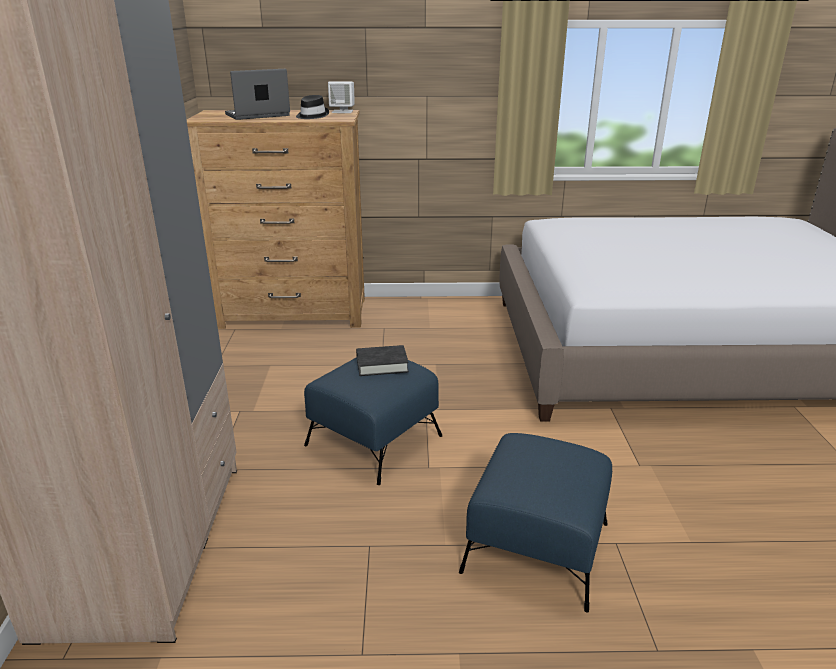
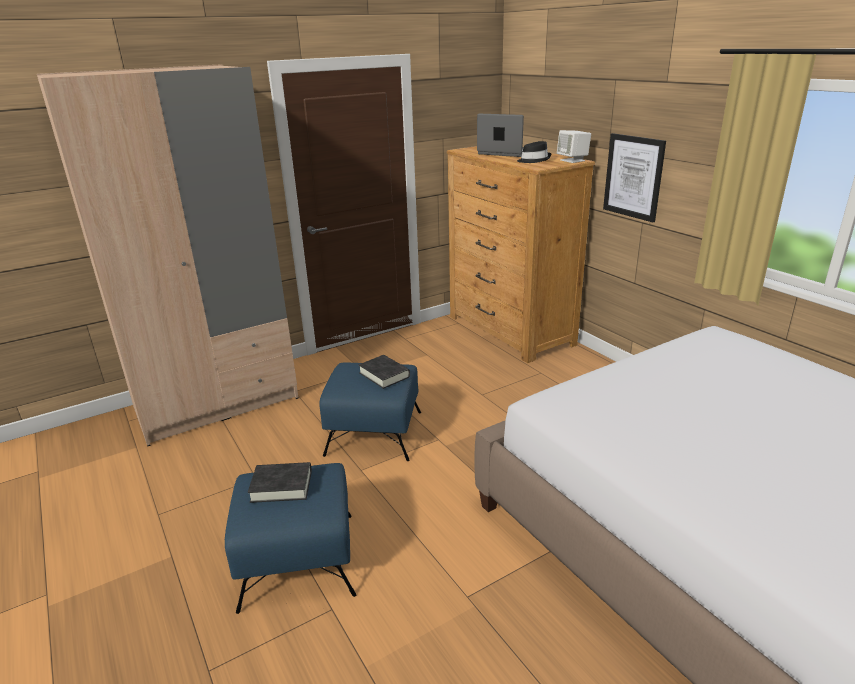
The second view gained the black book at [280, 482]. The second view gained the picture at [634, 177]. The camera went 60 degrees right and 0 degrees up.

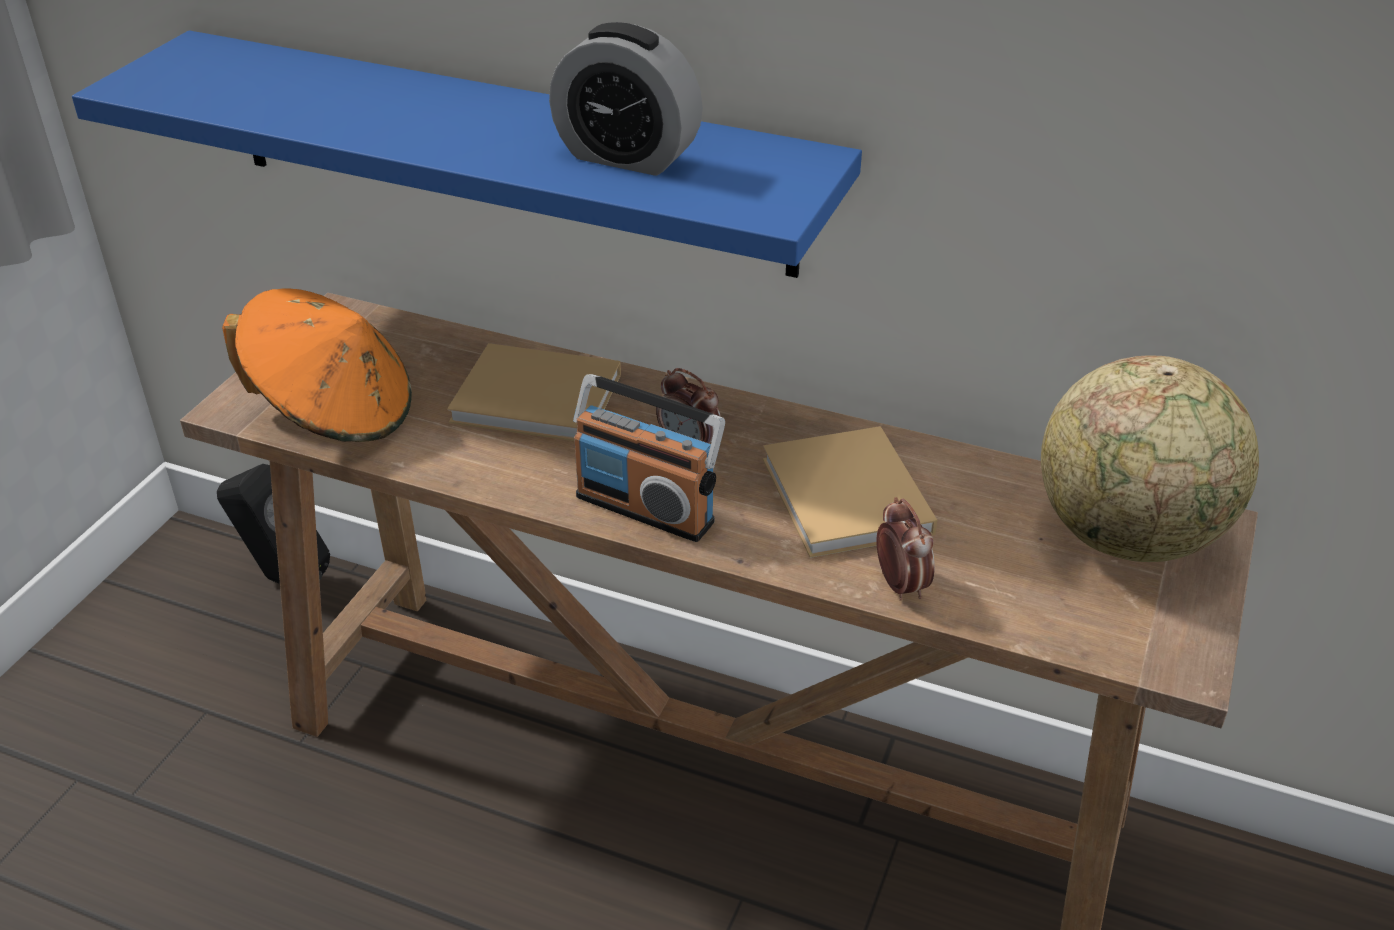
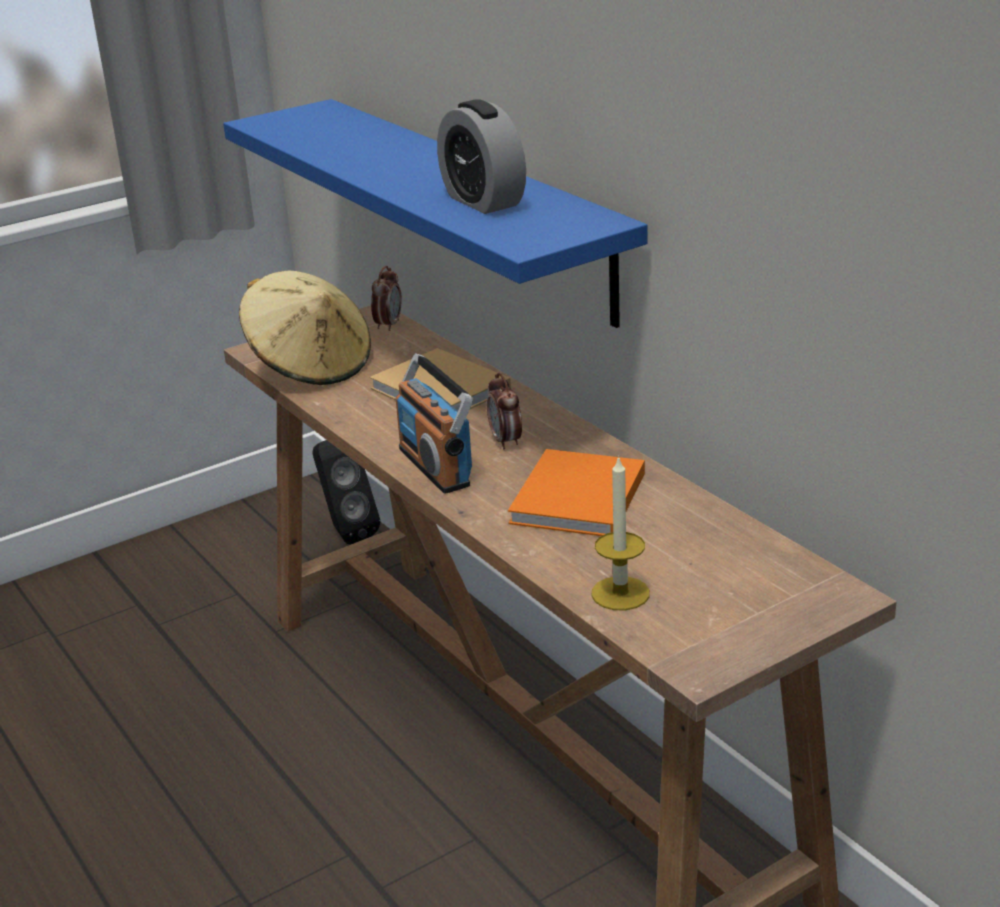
What was the orange hat at [317, 365] turned into the beige hat at [305, 328]. What was the beige book at [850, 492] turned into the orange book at [576, 492]. The alarm clock ended up elsewhere, having gone from [905, 549] to [386, 298]. The second view lost the globe at [1150, 458]. The second view gained the candle at [620, 532]. The camera went 35 degrees right and 10 degrees down.

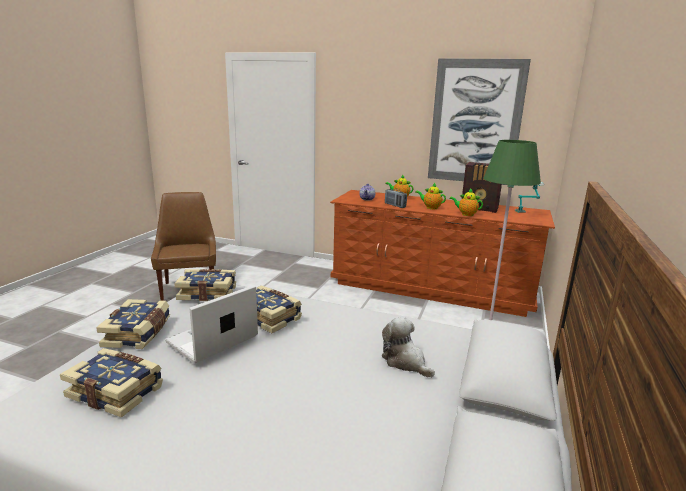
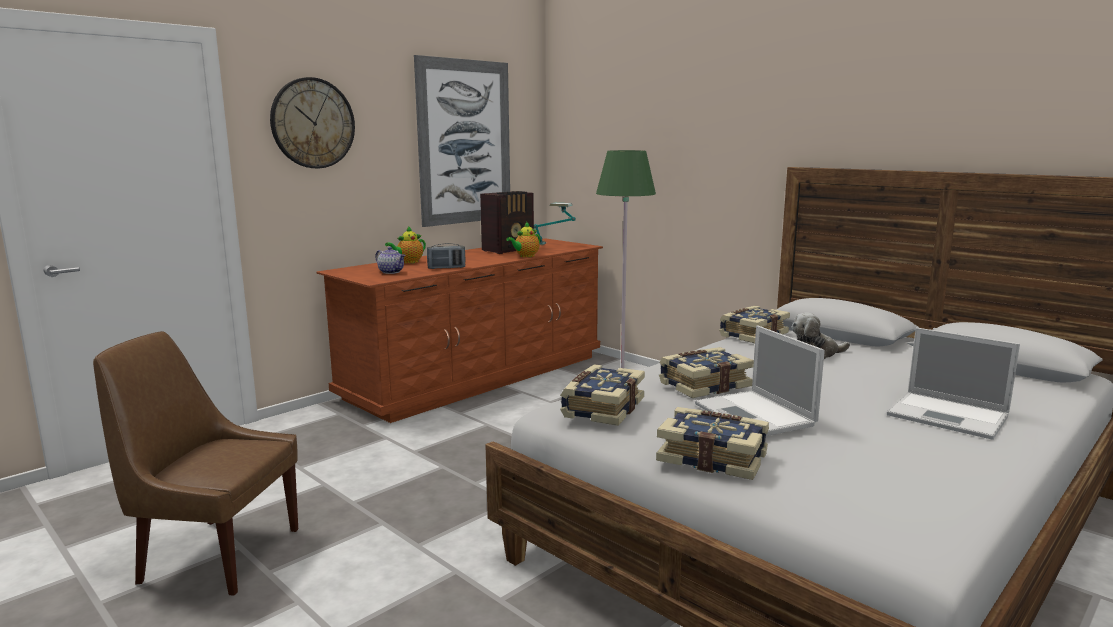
The book ended up elsewhere, having gone from [111, 383] to [754, 324]. The second view lost the teapot at [430, 196]. The second view gained the wall clock at [312, 122]. The second view gained the laptop at [953, 384]. The camera went 65 degrees left and 5 degrees down.

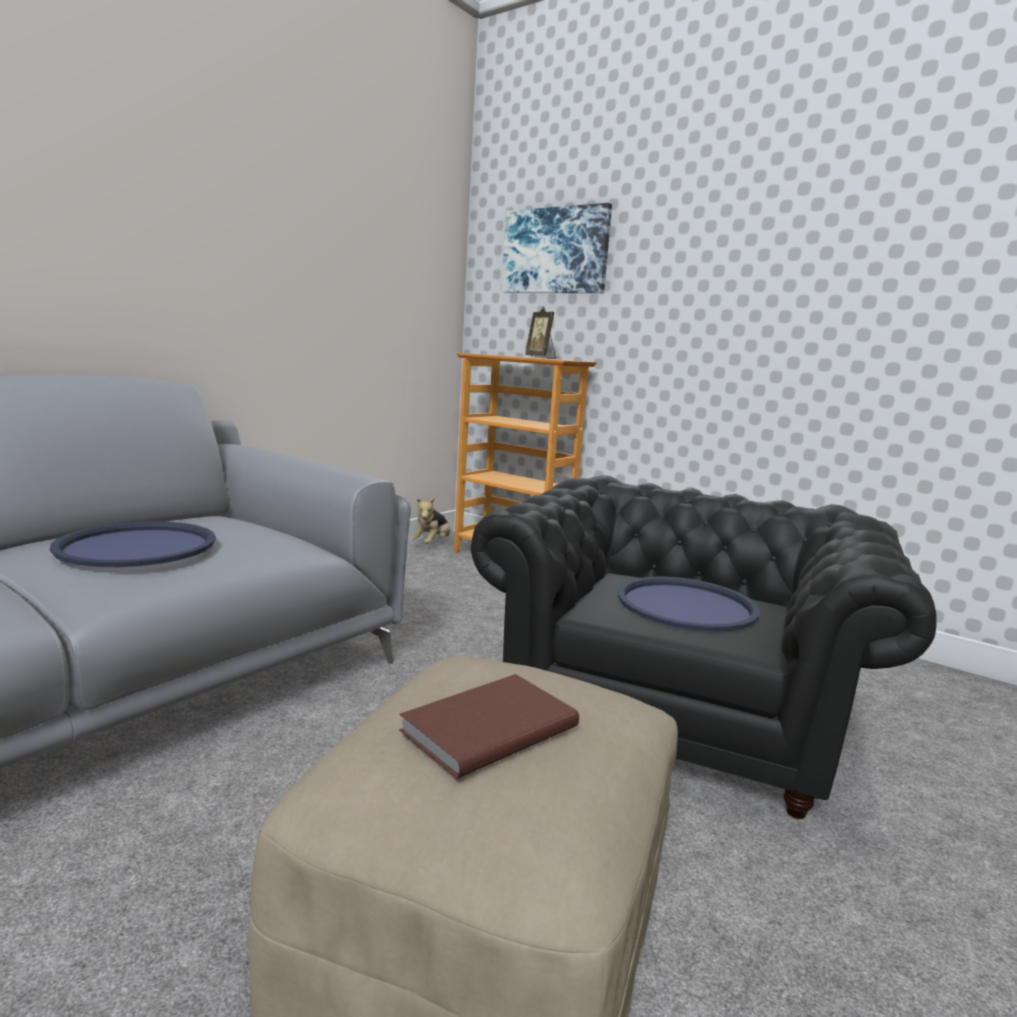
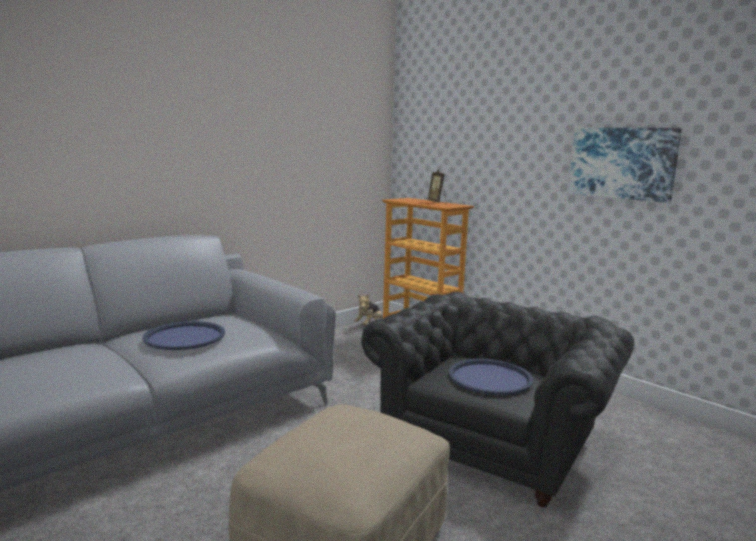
The second view lost the brown book at [489, 726]. The picture ended up elsewhere, having gone from [557, 248] to [625, 165]. The camera went 10 degrees right and 0 degrees up.

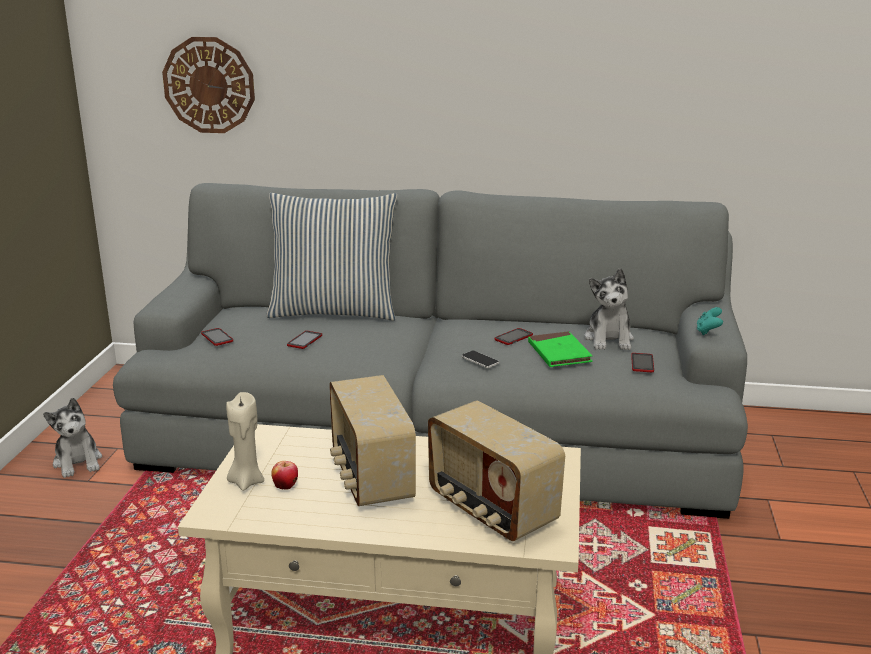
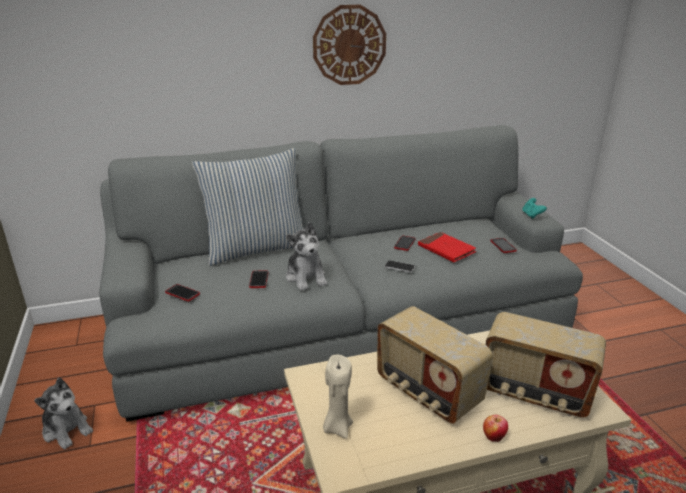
The wall clock ended up elsewhere, having gone from [208, 85] to [349, 45]. The apple ended up elsewhere, having gone from [284, 475] to [495, 428]. What was the green book at [560, 349] turned into the red book at [447, 247]. The plush toy ended up elsewhere, having gone from [609, 309] to [306, 256]. The camera went 25 degrees left and 5 degrees up.

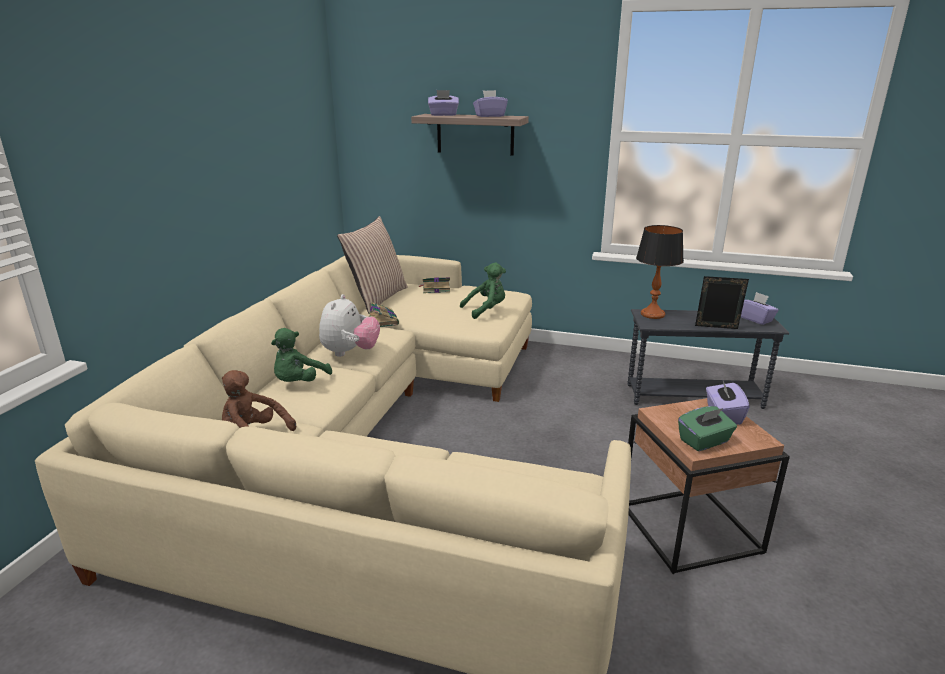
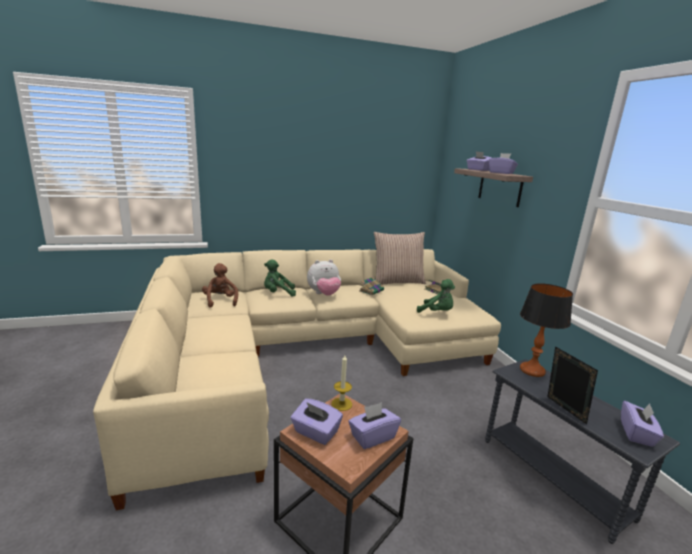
What was the green tissue box at [707, 428] turned into the purple tissue box at [317, 421]. The second view gained the candle at [341, 383]. The camera went 55 degrees right and 5 degrees down.

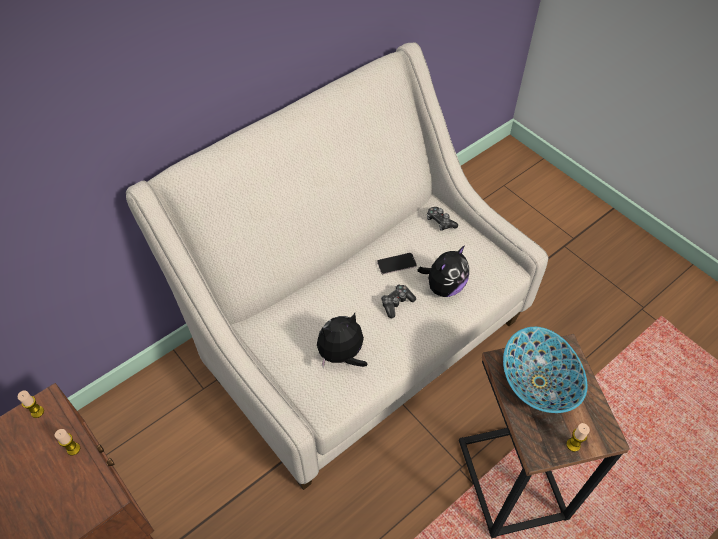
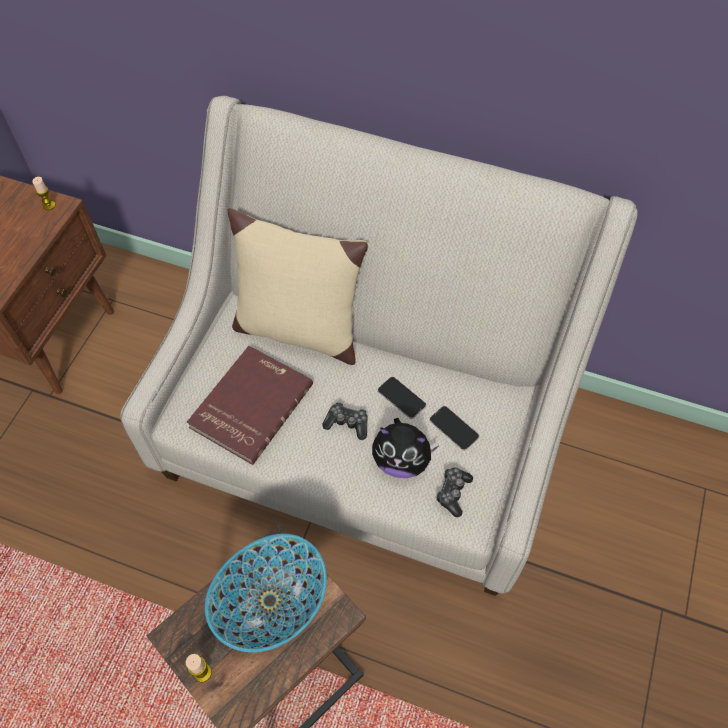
The second view lost the candle at [67, 442]. Where the plush toy stood at [342, 341], the red book came to stand at [250, 405]. The game controller ended up elsewhere, having gone from [442, 219] to [454, 492]. The second view gained the beige pillow at [298, 286]. The second view gained the phone at [454, 428]. The camera went 60 degrees right and 5 degrees up.

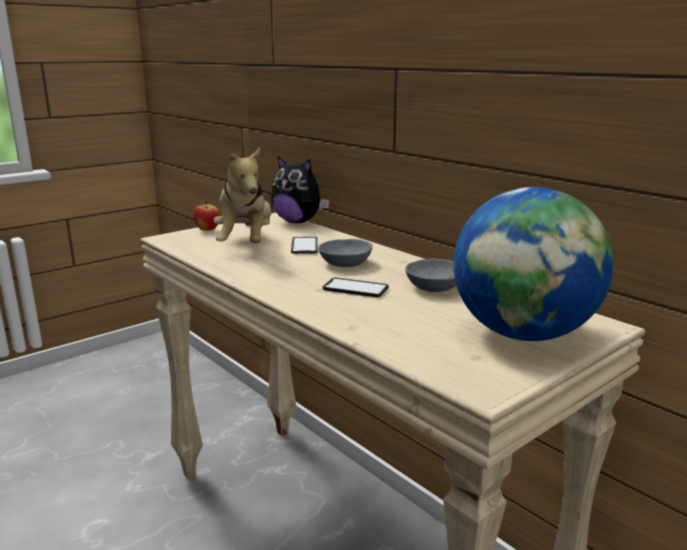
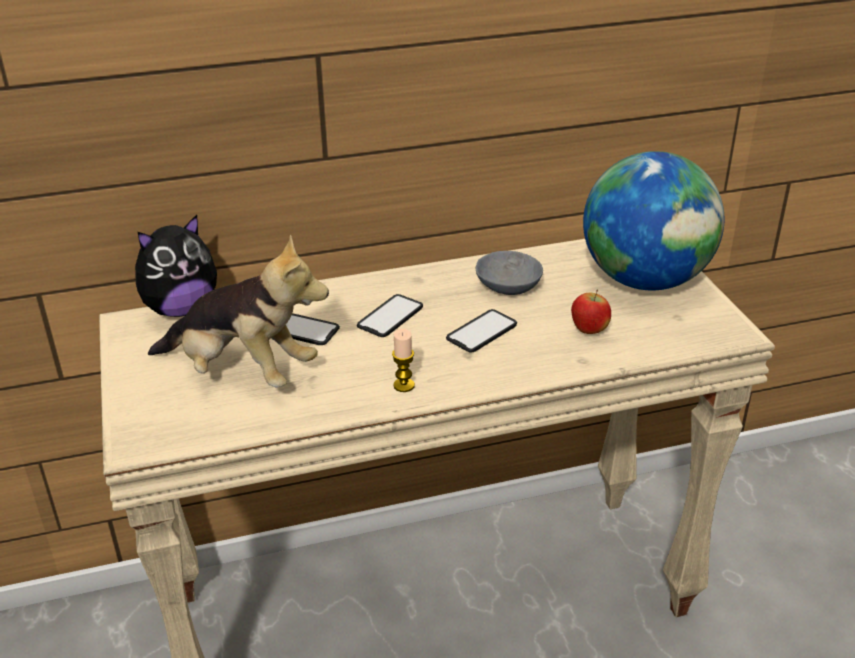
The apple ended up elsewhere, having gone from [206, 216] to [591, 311]. Where the grey bowl stood at [345, 253], the phone came to stand at [390, 315]. The second view gained the candle at [403, 360]. The camera went 65 degrees left and 15 degrees up.

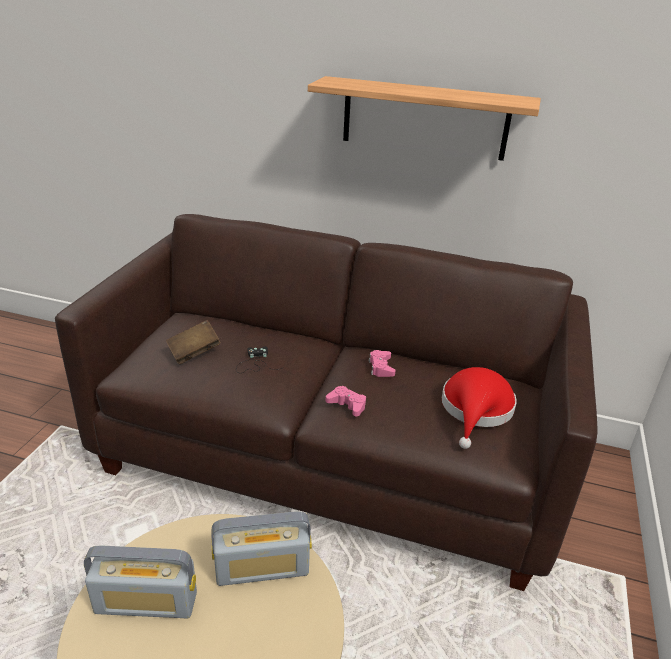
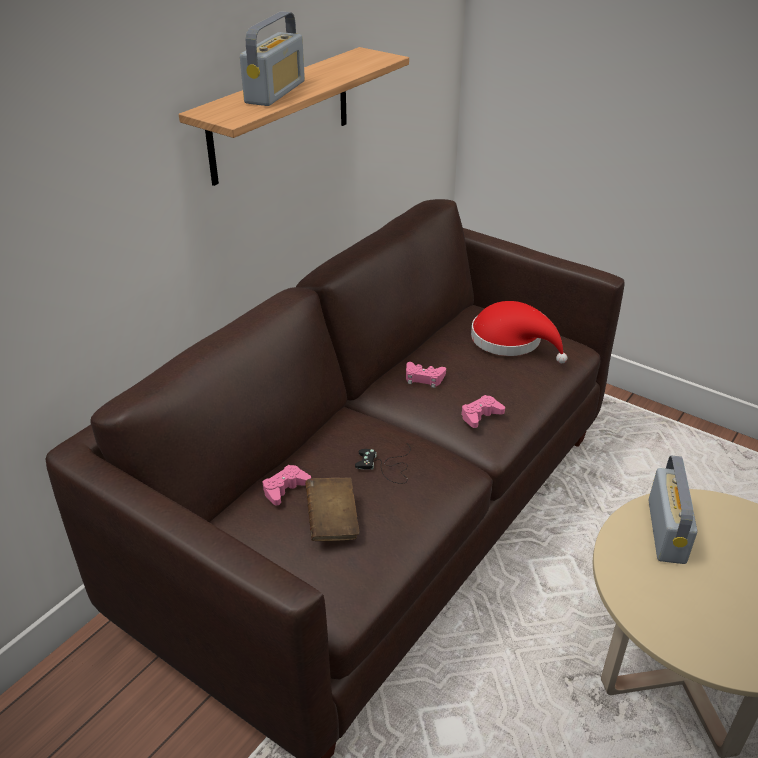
The radio ended up elsewhere, having gone from [140, 581] to [272, 59]. The second view gained the pink game controller at [287, 485]. The camera went 70 degrees left and 5 degrees up.

